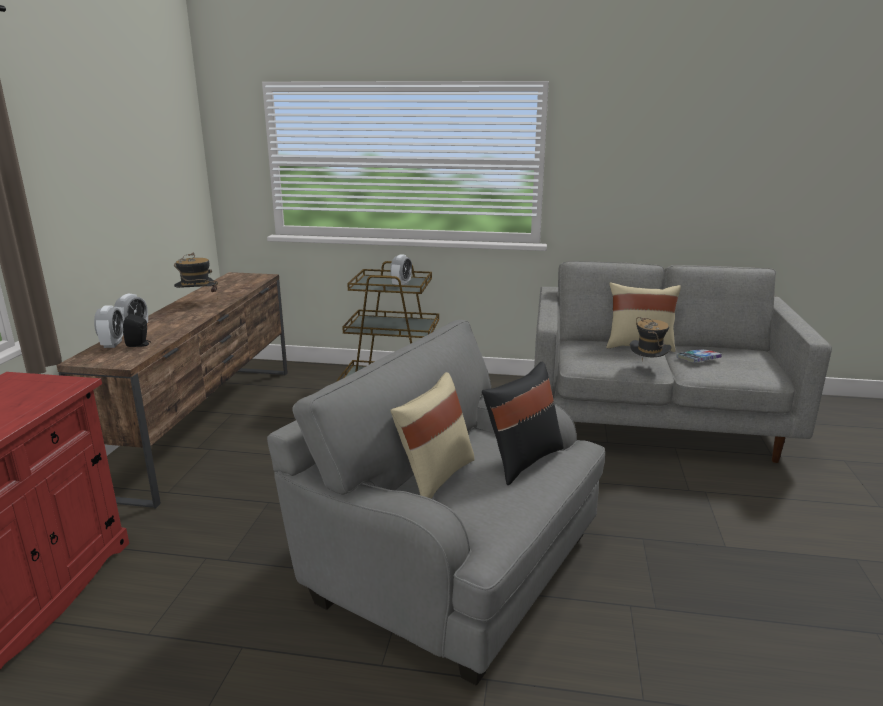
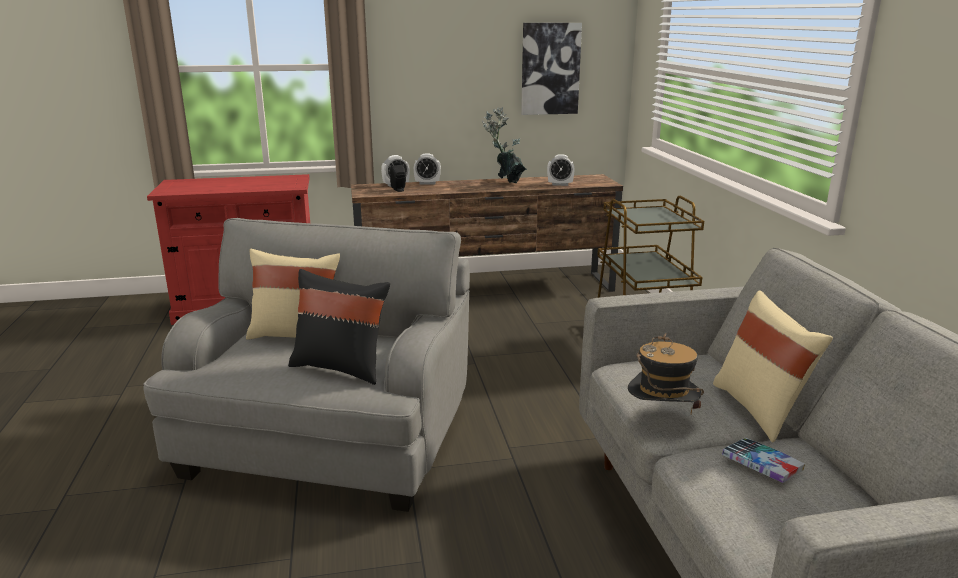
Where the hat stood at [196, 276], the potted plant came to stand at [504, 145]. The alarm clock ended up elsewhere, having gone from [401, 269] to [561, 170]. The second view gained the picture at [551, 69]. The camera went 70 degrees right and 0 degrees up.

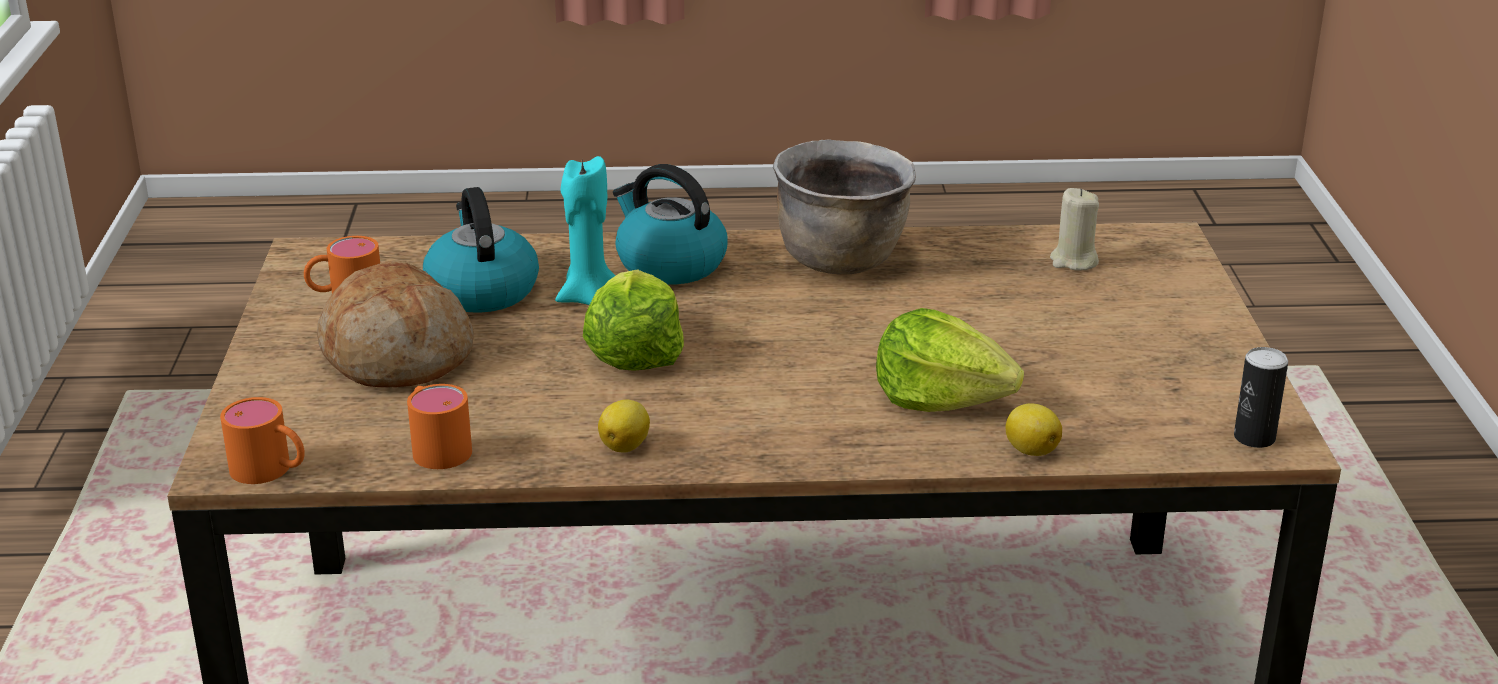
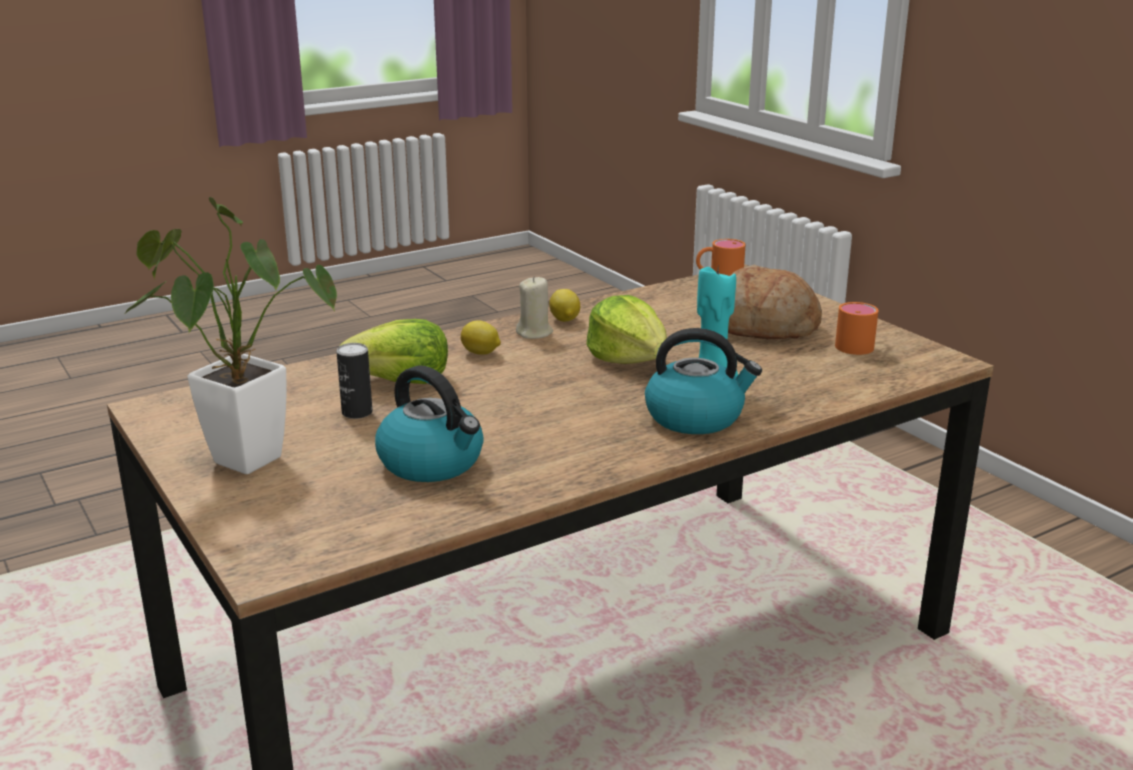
The second view lost the orange mug at [439, 426]. The kettle ended up elsewhere, having gone from [481, 250] to [429, 423]. The second view lost the brown cooking pot at [844, 206]. The lemon ended up elsewhere, having gone from [1034, 429] to [481, 337]. The beige candle ended up elsewhere, having gone from [1074, 229] to [534, 307]. The can ended up elsewhere, having gone from [1261, 397] to [354, 381]. The second view gained the potted plant at [230, 335]. The camera went 150 degrees right and 5 degrees down.

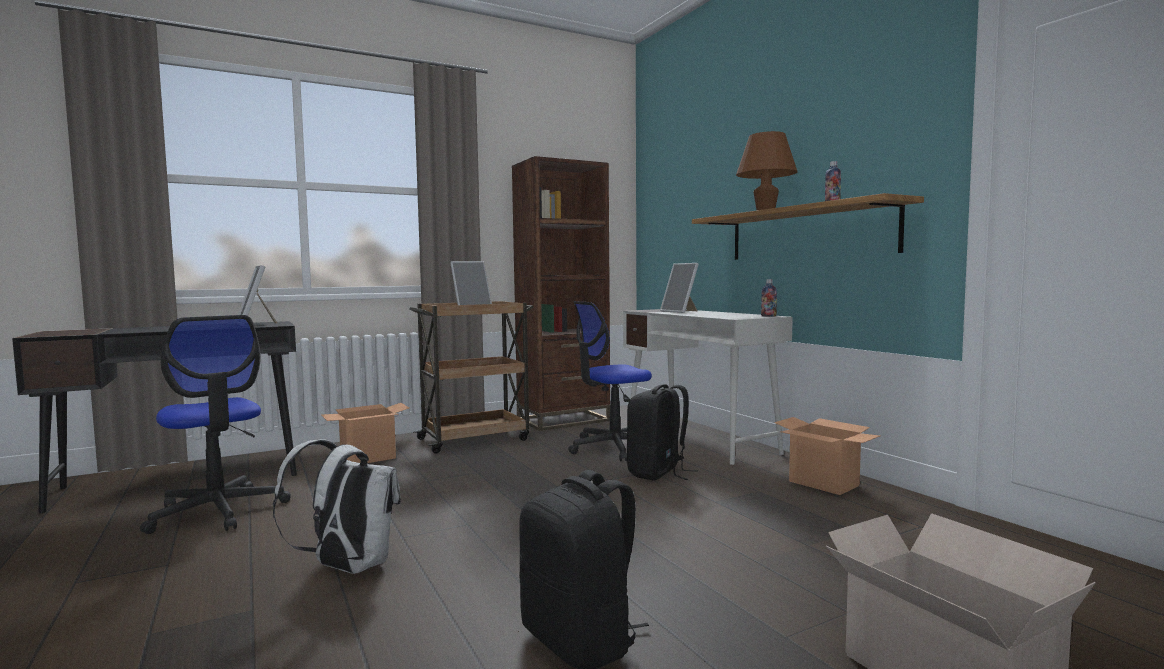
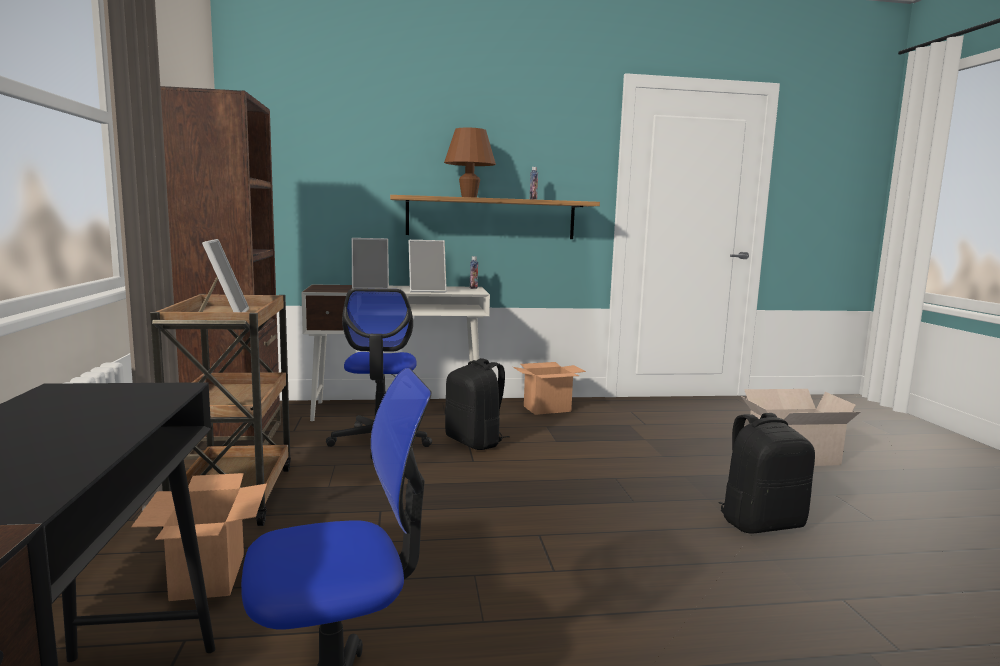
The picture frame ended up elsewhere, having gone from [257, 294] to [428, 266]. The second view lost the white backpack at [337, 507]. The camera went 70 degrees left and 5 degrees up.

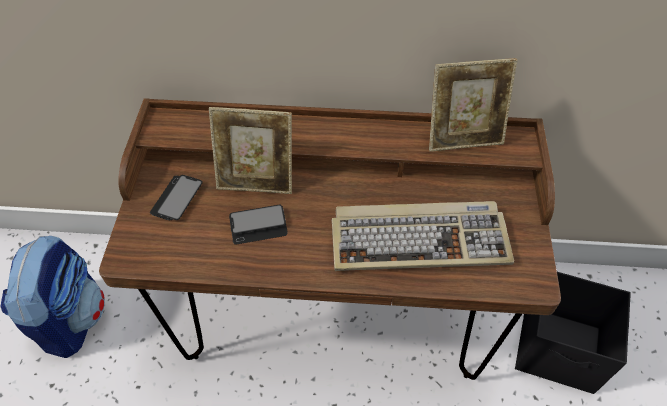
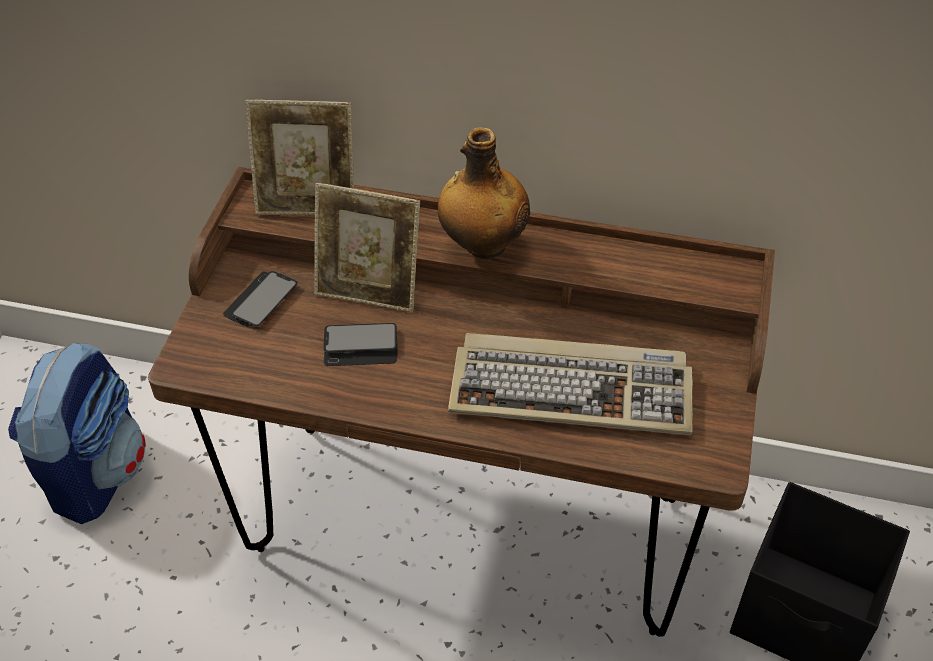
The picture frame ended up elsewhere, having gone from [473, 105] to [299, 157]. The second view gained the bottle at [484, 193]. The camera went 10 degrees right and 5 degrees down.

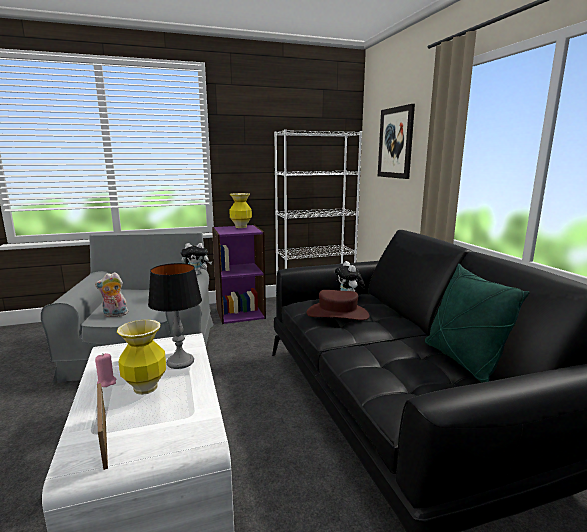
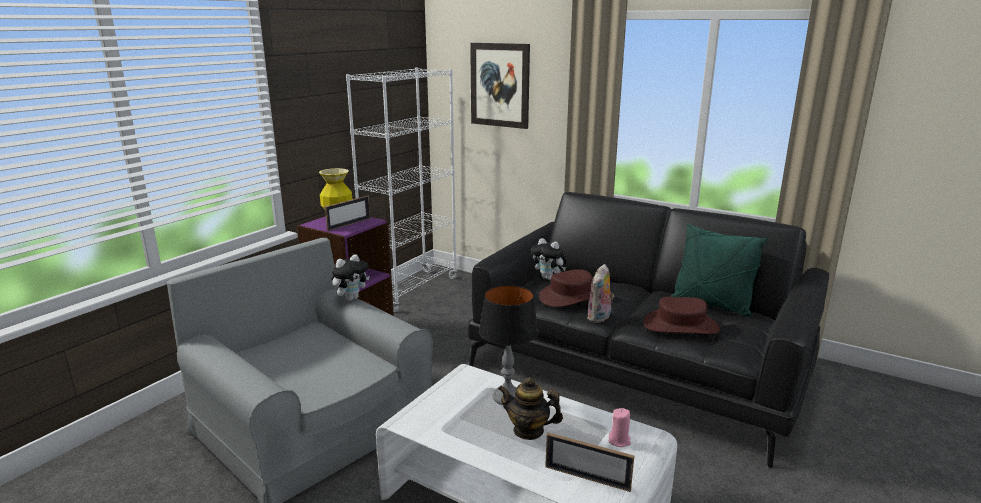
The plush toy ended up elsewhere, having gone from [111, 294] to [601, 293]. The pink candle ended up elsewhere, having gone from [105, 370] to [620, 427]. Where the vase stood at [141, 357], the teapot came to stand at [530, 408]. The second view gained the picture frame at [347, 213]. The second view gained the brown hat at [681, 315]. The camera went 40 degrees left and 5 degrees up.

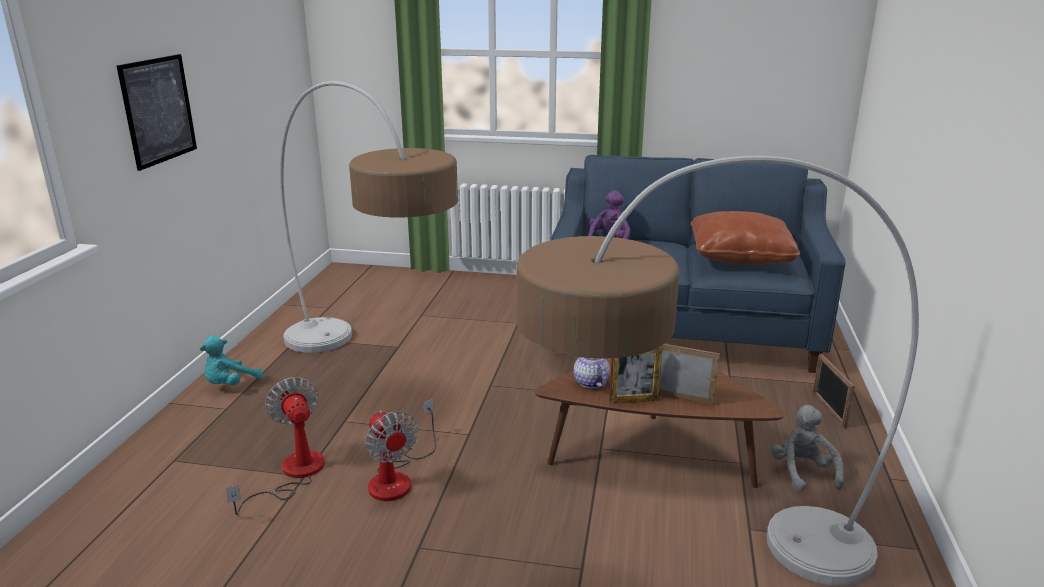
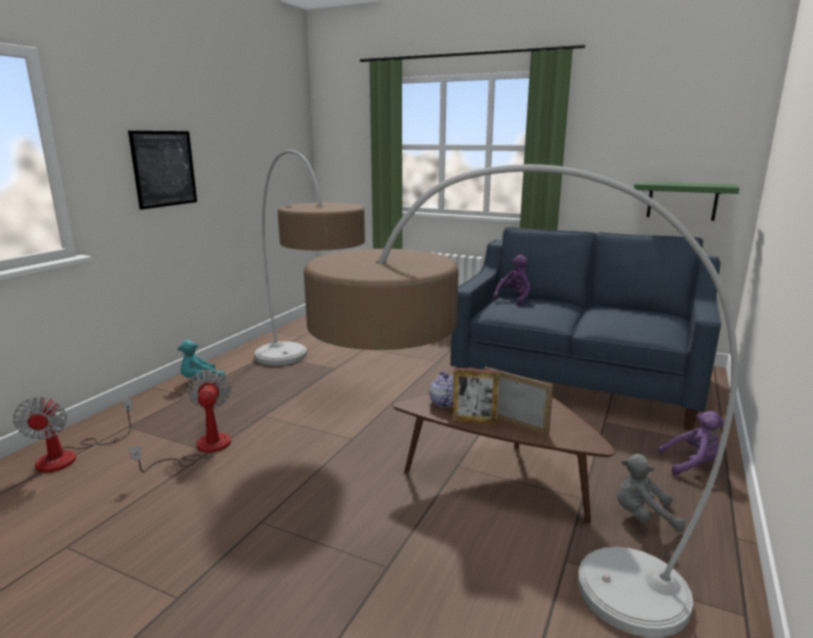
The fan ended up elsewhere, having gone from [400, 450] to [73, 434]. The second view lost the brown pillow at [745, 238]. The grey plush toy at [807, 448] ended up facing another way, 90 degrees counterclockwise from before. Where the picture frame stood at [833, 391], the purple plush toy came to stand at [691, 443]. The second view gained the green shelf at [686, 201]. The camera went 15 degrees right and 5 degrees down.

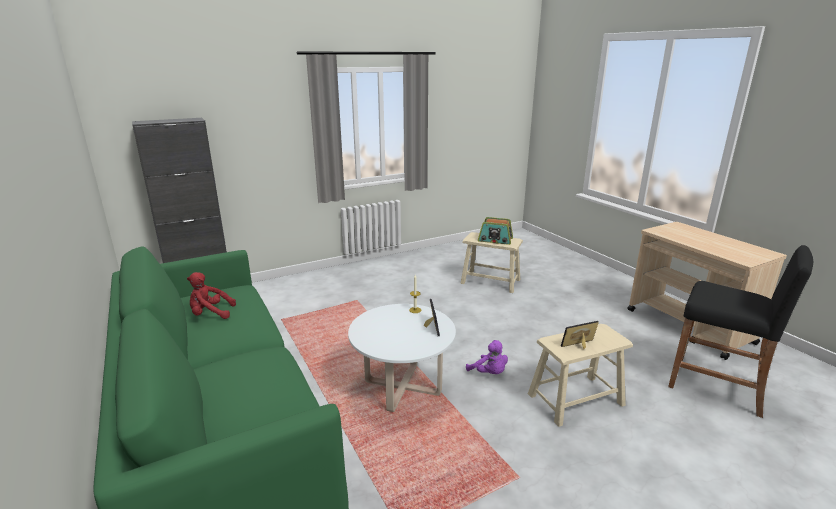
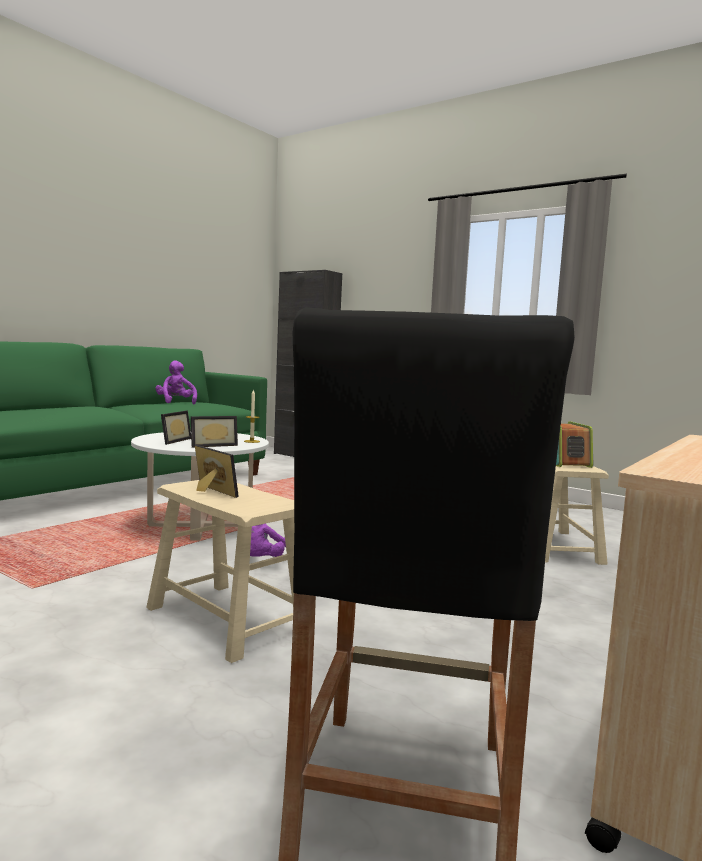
What was the red plush toy at [211, 295] turned into the purple plush toy at [176, 382]. The second view gained the picture frame at [176, 427]. The camera went 65 degrees right and 15 degrees down.

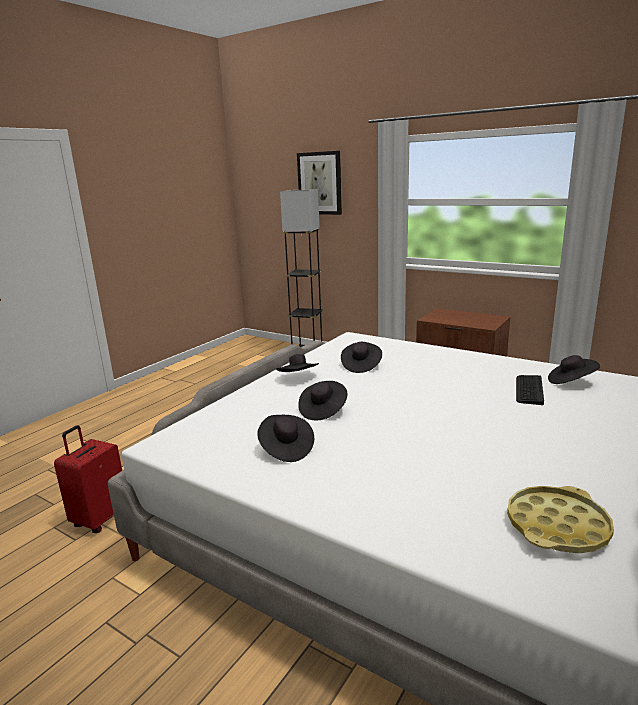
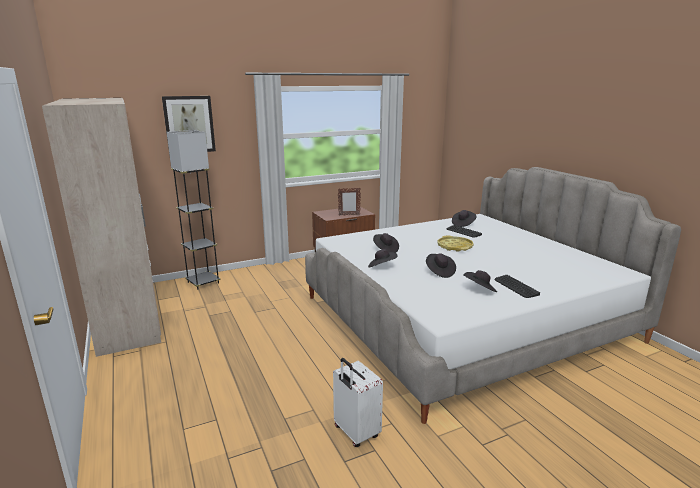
What was the red suitcase at [88, 479] turned into the white suitcase at [358, 402]. The yellow tray ended up elsewhere, having gone from [560, 519] to [455, 243]. The second view gained the beige wardrobe at [101, 227]. The second view gained the picture frame at [349, 201]. The second view gained the keyboard at [517, 286]. The camera went 60 degrees left and 0 degrees up.

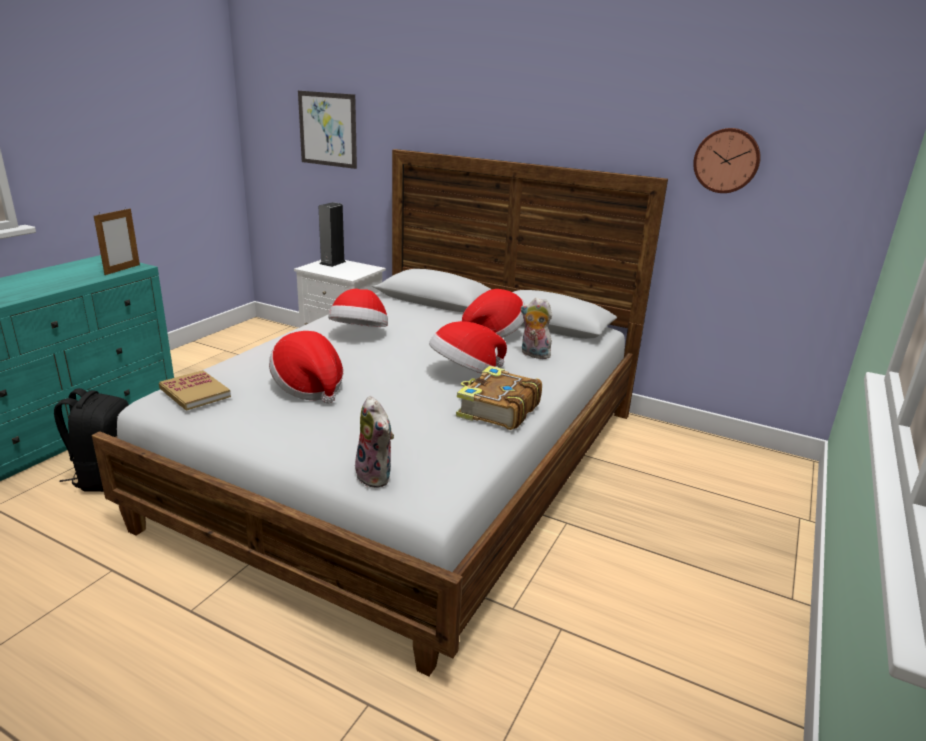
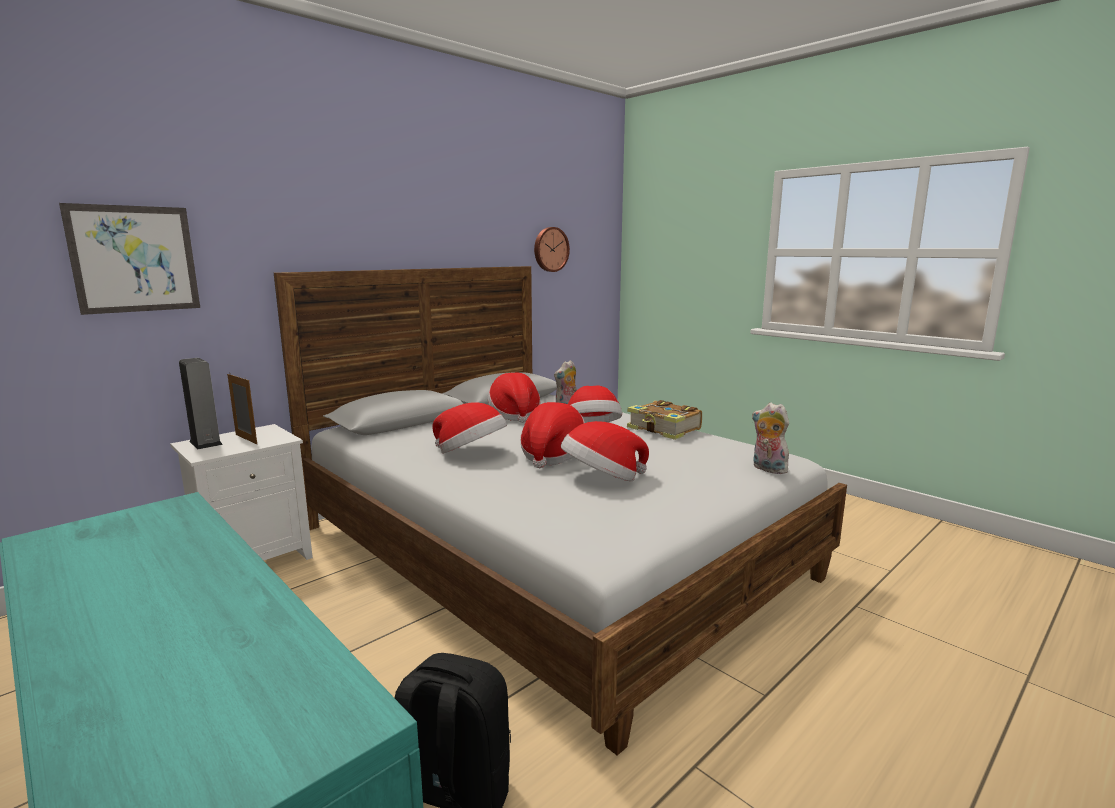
The picture frame ended up elsewhere, having gone from [117, 241] to [242, 408]. The second view lost the book at [195, 390]. The plush toy at [374, 442] ended up facing another way, 120 degrees counterclockwise from before. The second view gained the hat at [552, 435]. The camera went 70 degrees left and 10 degrees down.

